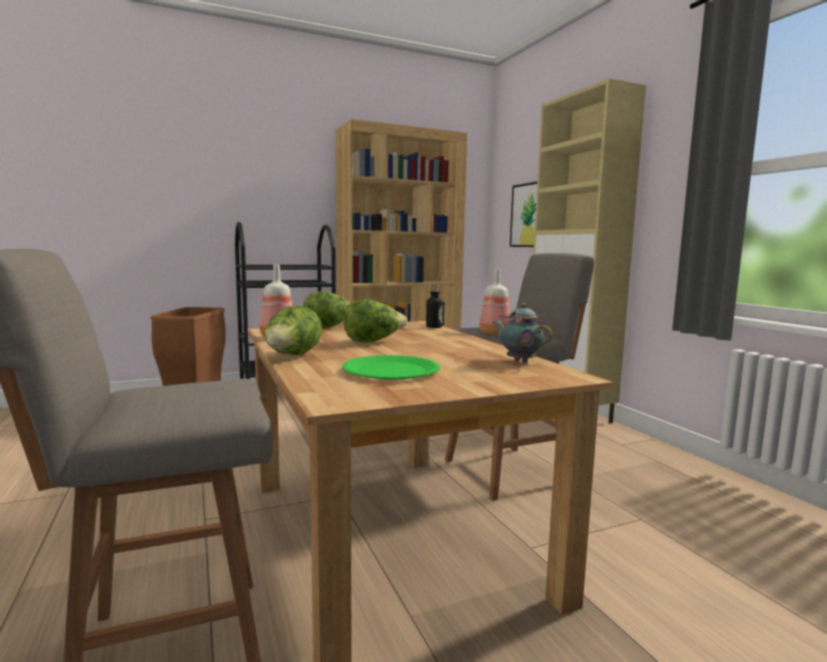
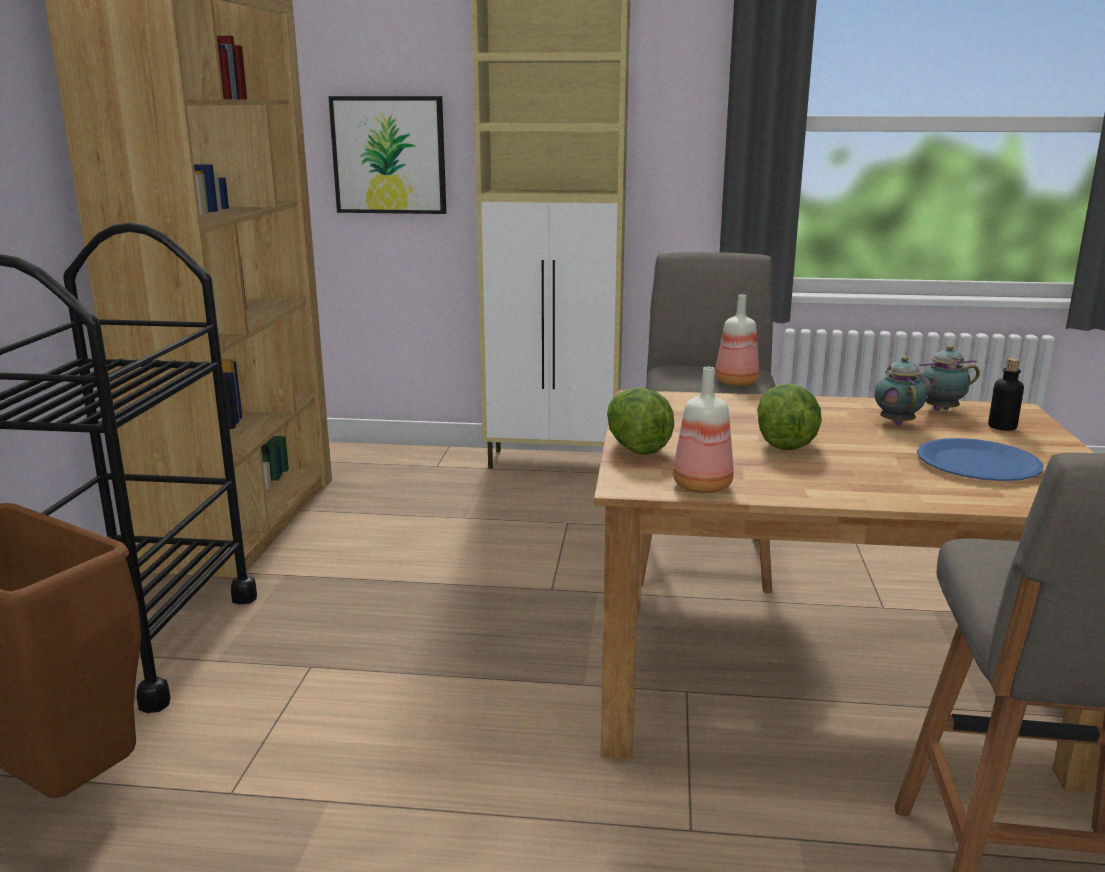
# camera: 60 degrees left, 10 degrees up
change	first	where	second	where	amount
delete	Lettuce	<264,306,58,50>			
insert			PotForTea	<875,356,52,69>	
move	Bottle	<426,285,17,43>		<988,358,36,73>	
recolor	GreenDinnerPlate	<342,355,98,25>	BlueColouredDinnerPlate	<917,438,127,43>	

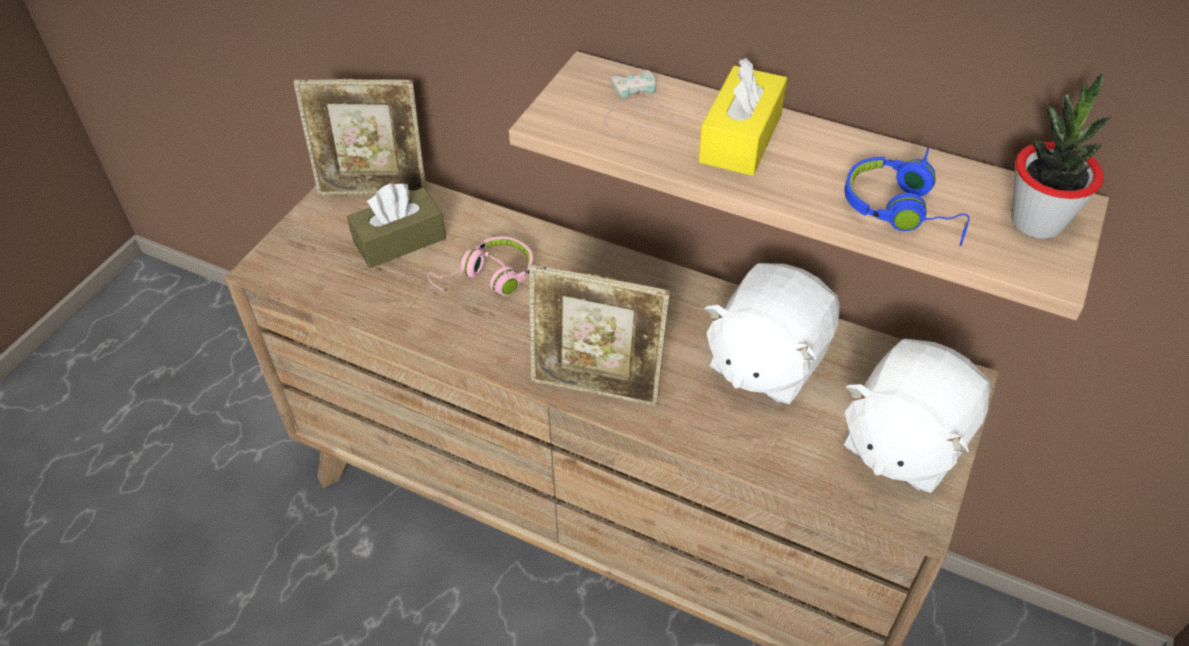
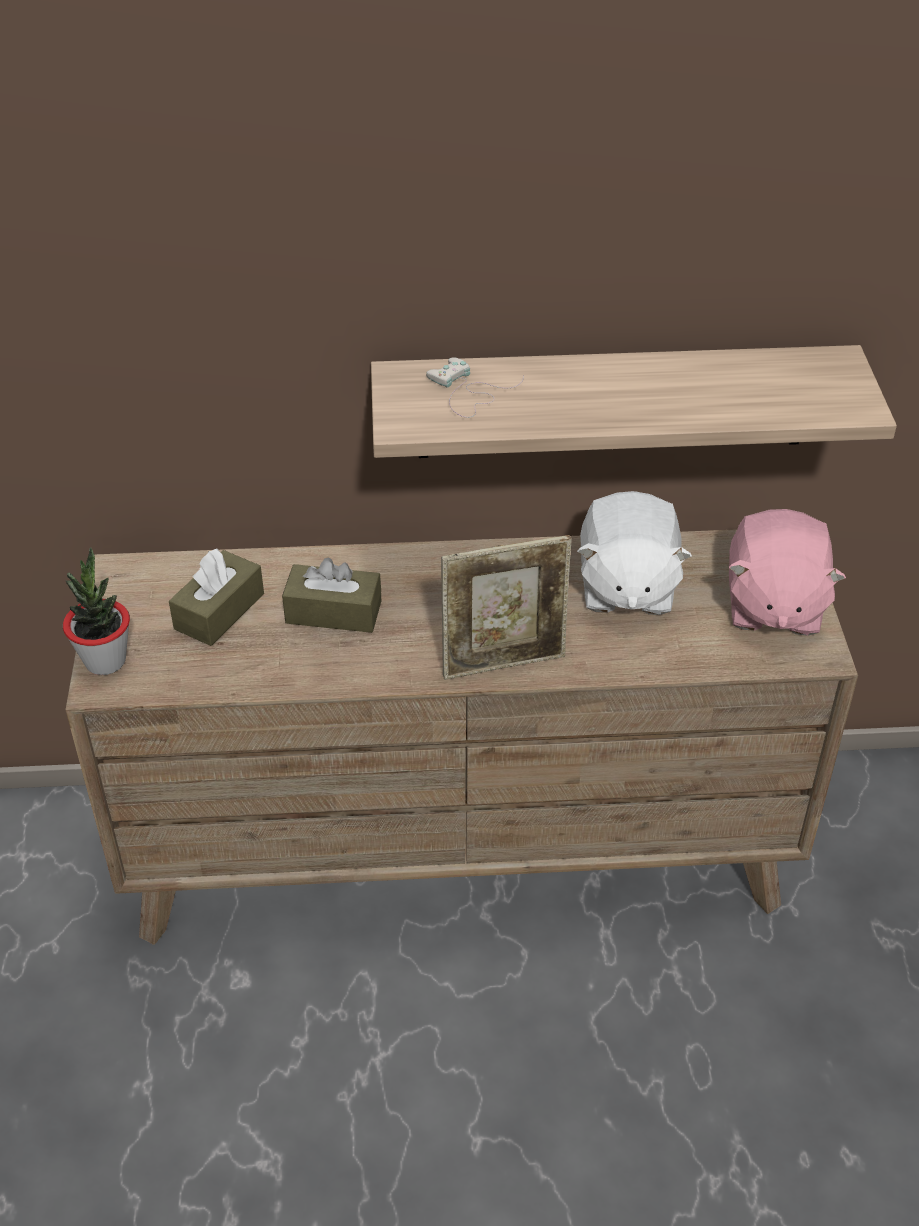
# camera: 30 degrees left, 5 degrees down
change	first	where	second	where	amount
delete	StandingFrame	<294,79,133,116>			
delete	YellowColouredTissueBox	<699,58,88,118>			
delete	BlueColouredPairOfHeadphones	<844,148,126,98>			
move	PlantInAPot	<1011,72,100,167>		<63,548,67,127>	
replace	PinkPairOfHeadphones	<427,236,107,60>	BrownishTissueBox	<282,557,99,76>	
recolor	WhitishSoftToy	<843,339,147,154>	PinkSoftToy	<728,509,118,127>	

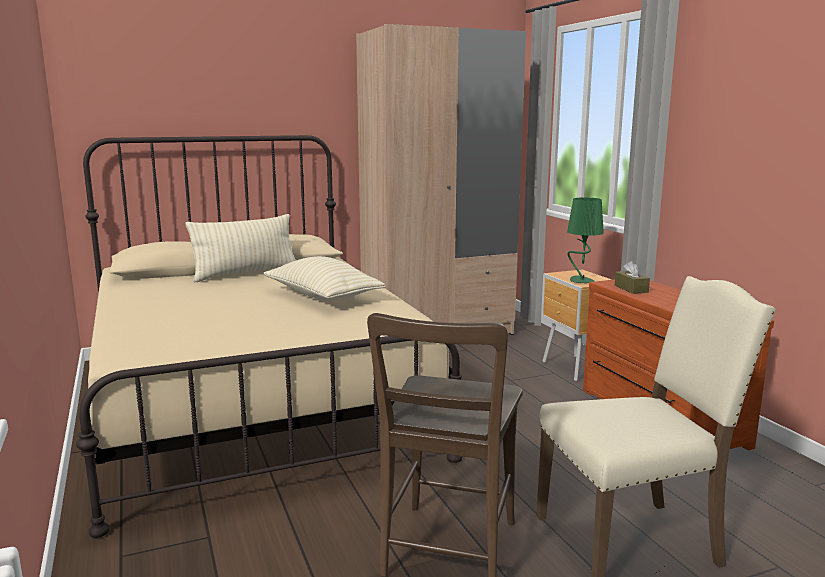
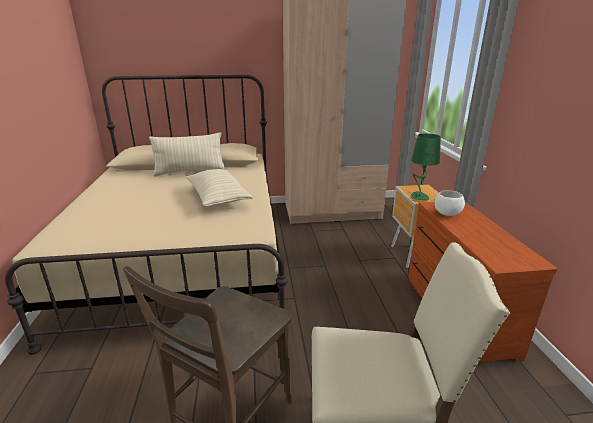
# camera: 15 degrees right, 10 degrees up
change	first	where	second	where	amount
replace	BrownishTissueBox	<615,261,35,33>	WhitishBowl	<434,190,31,26>	

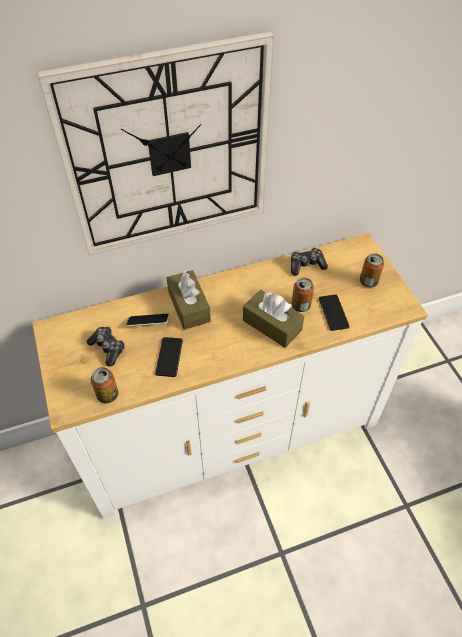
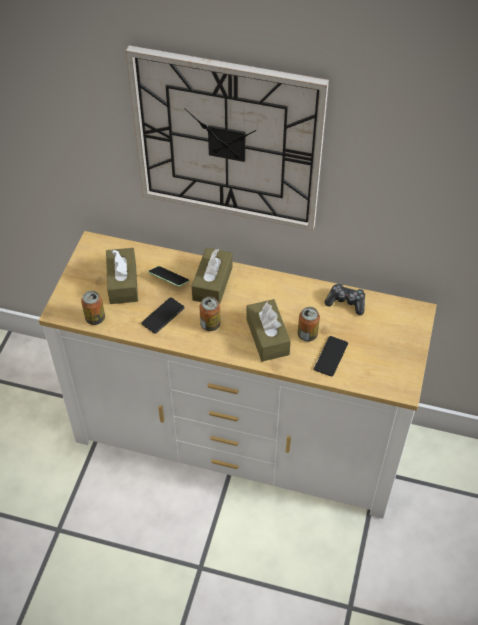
# camera: 35 degrees right, 0 degrees up
change	first	where	second	where	amount
move	MetalCan	<360,253,24,34>		<200,297,20,34>	
replace	GameController	<87,327,38,40>	BrownishTissueBox	<106,248,32,56>	

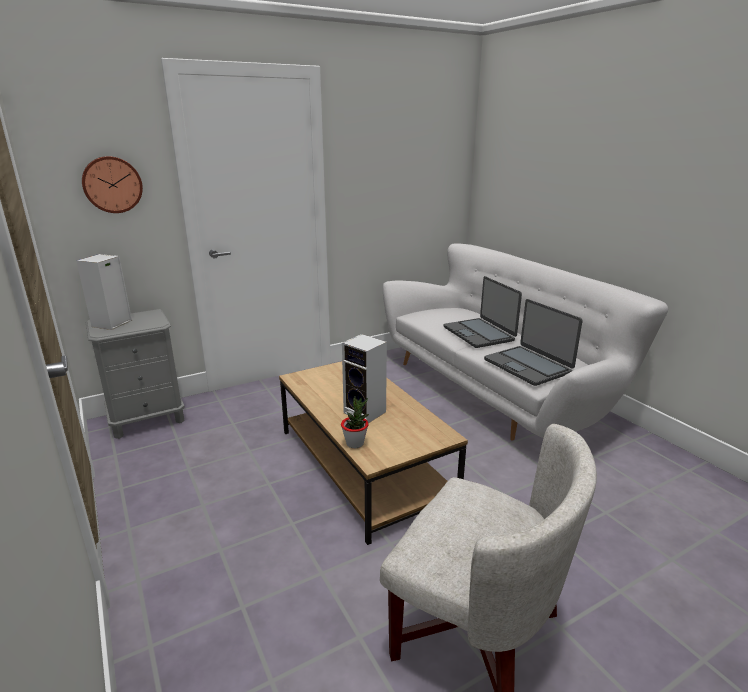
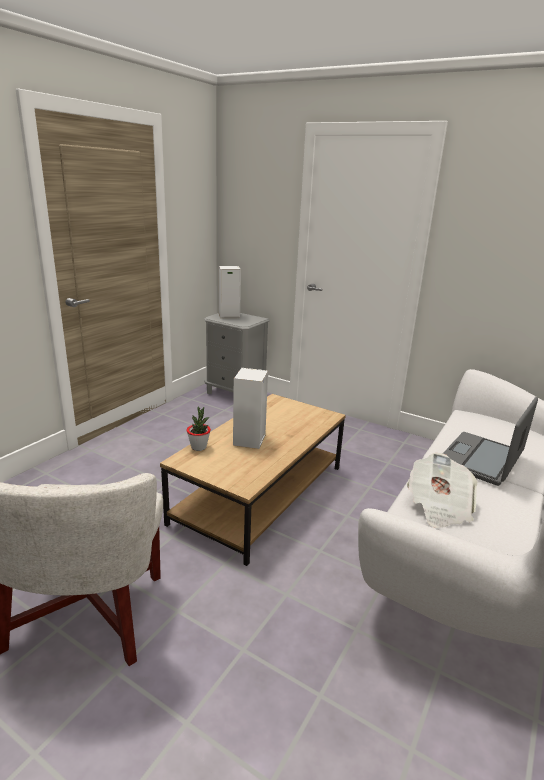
# camera: 60 degrees right, 0 degrees up
change	first	where	second	where	amount
delete	HangingClock	<82,156,61,57>			
replace	NotebookComputer	<484,299,99,87>	PrintedPaper	<407,453,70,75>	

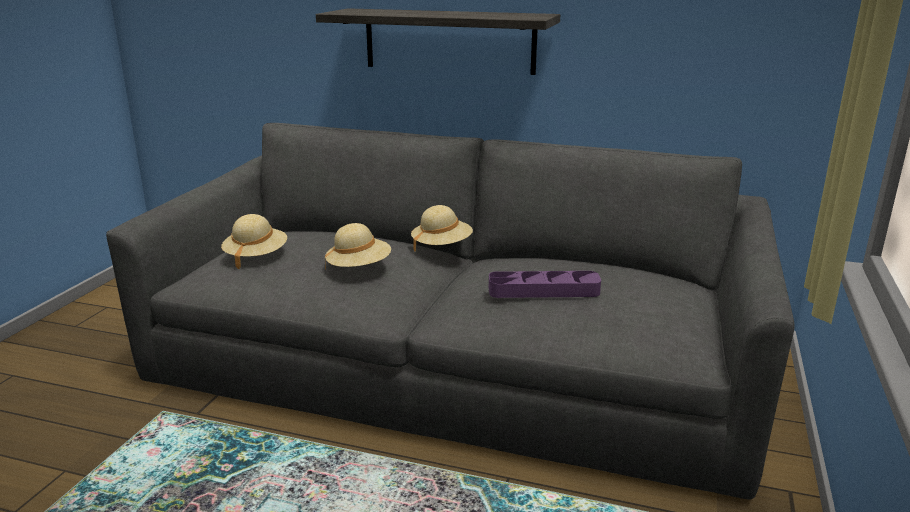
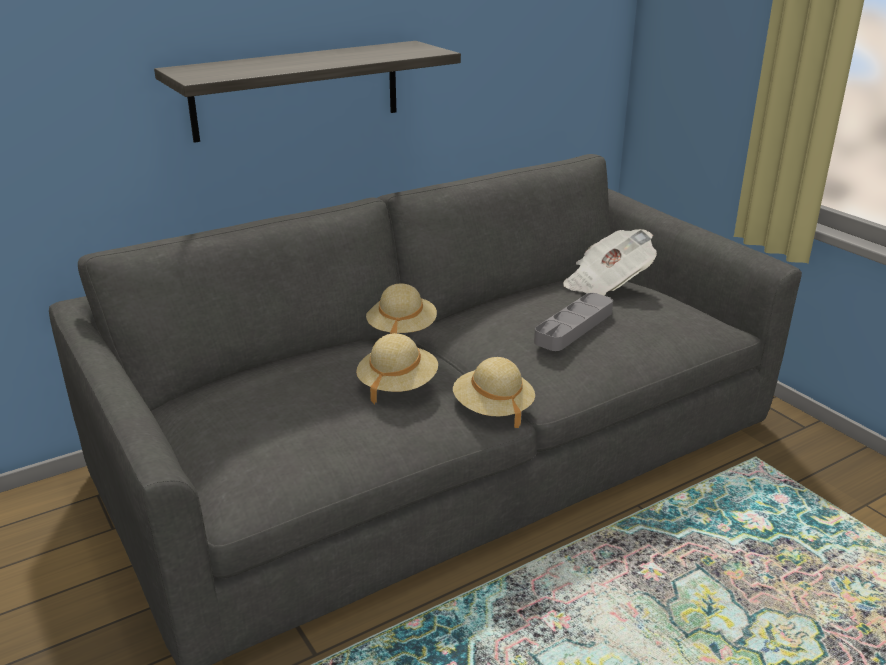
# camera: 50 degrees left, 5 degrees up
change	first	where	second	where	amount
insert			PrintedPaper	<563,229,94,66>	
move	BeigeClothingHat	<221,214,66,55>		<453,357,82,71>	
recolor	PurplishCarryingTray	<489,271,112,27>	GreyCarryingTray	<534,293,79,58>	

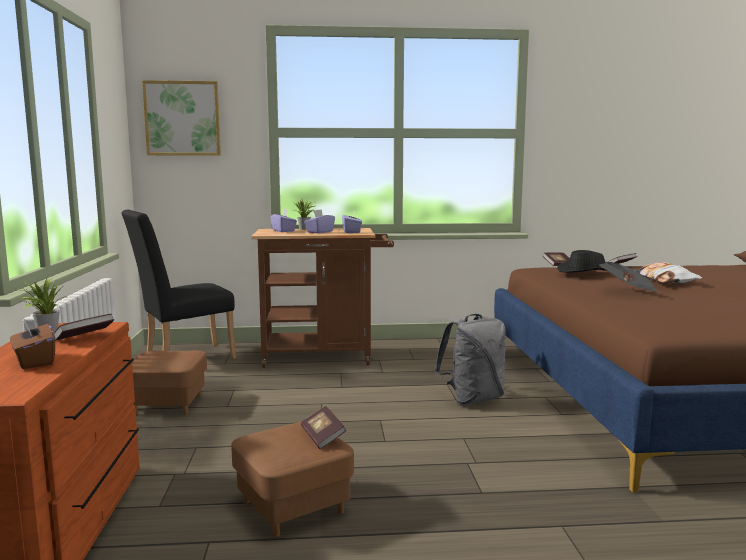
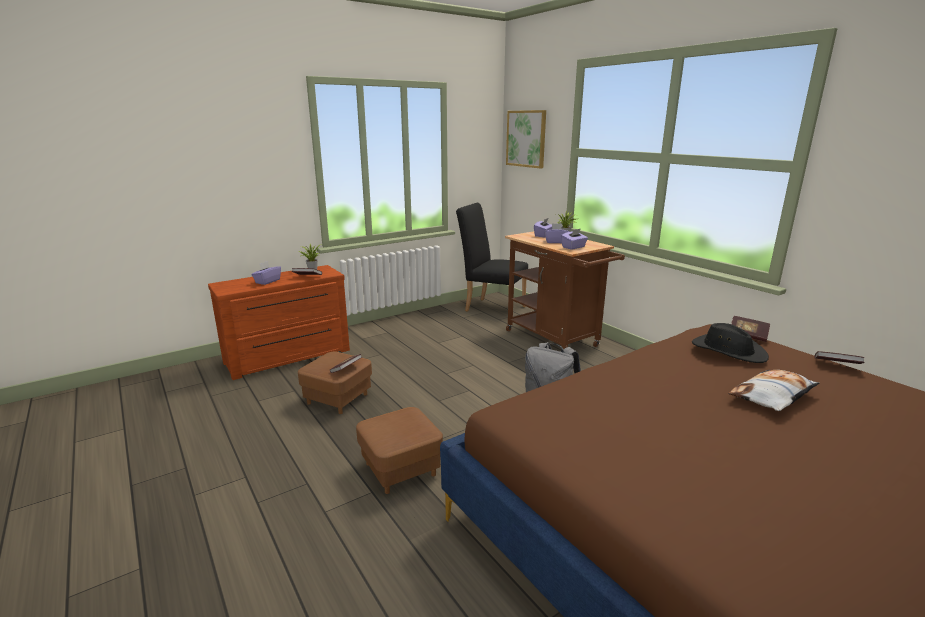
# camera: 60 degrees right, 10 degrees up
change	first	where	second	where	amount
delete	PrintedPaper	<599,262,59,29>			
move	BrownishOttoman	<132,351,75,64>		<356,407,87,87>	
recolor	BrownishTissueBox	<10,317,45,52>	PurplishTissueBox	<251,261,30,24>	

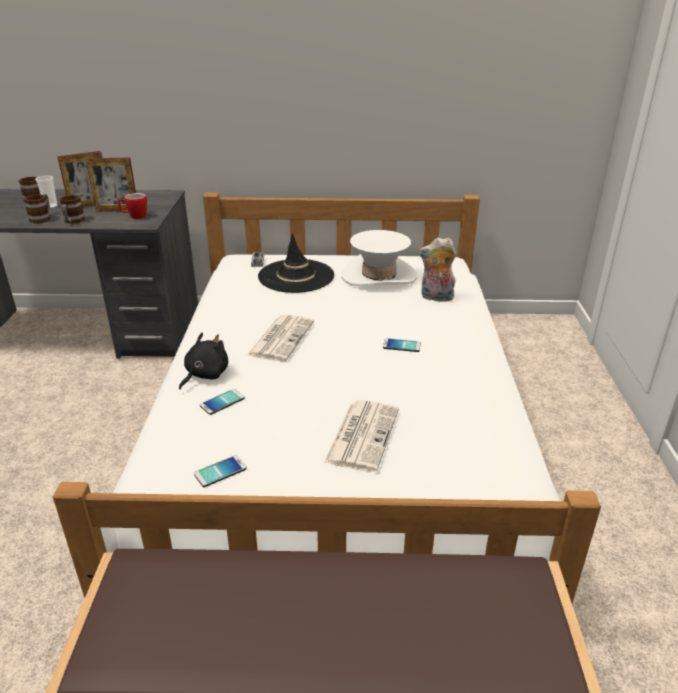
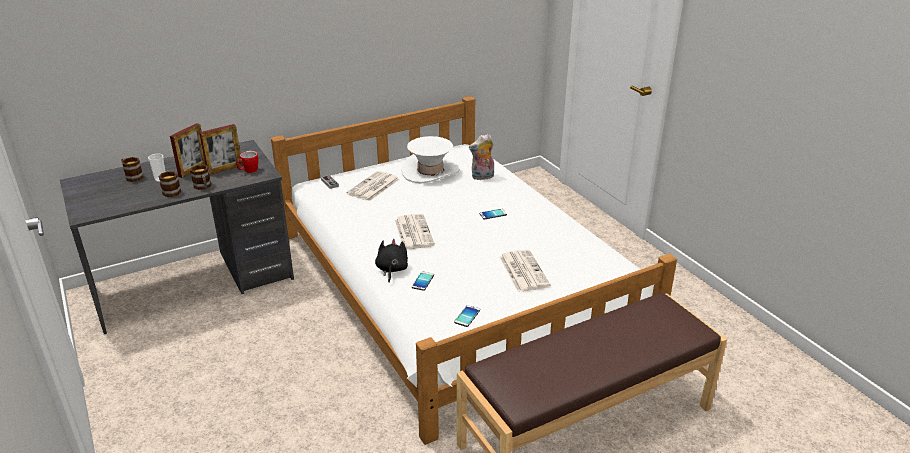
# camera: 30 degrees left, 0 degrees up
change	first	where	second	where	amount
replace	BlackColouredClothingHat	<258,233,76,60>	PrintedPaper	<347,171,52,31>	

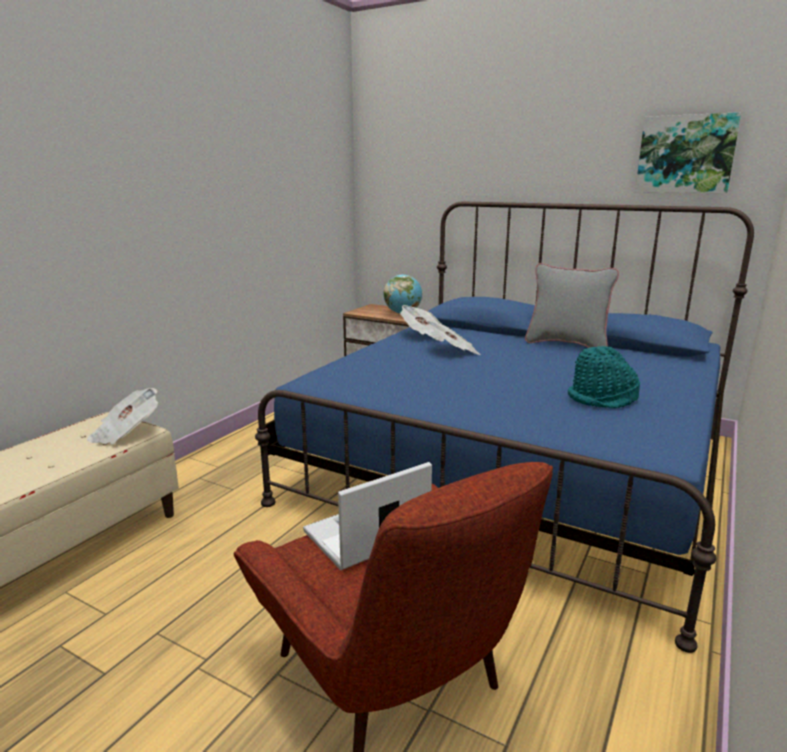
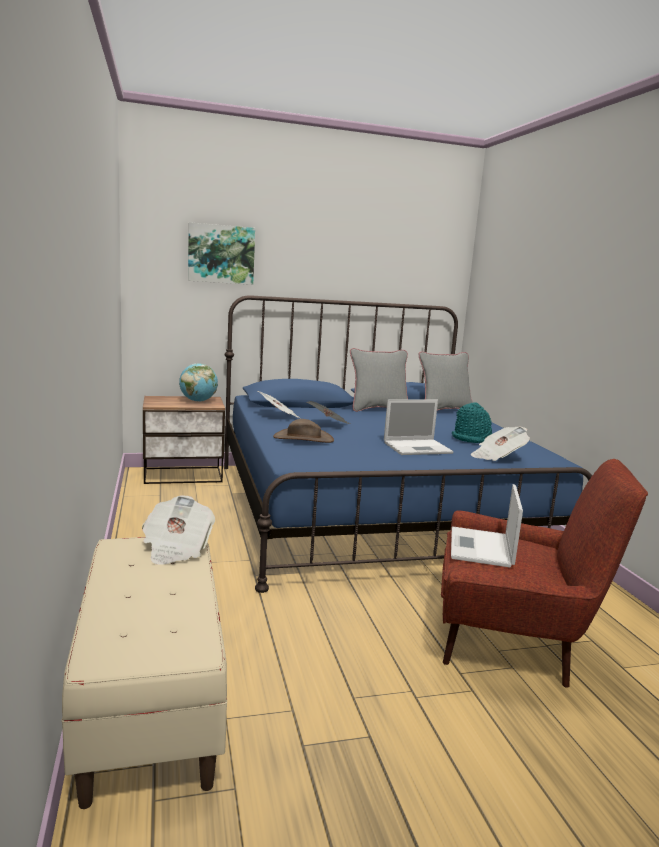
# camera: 45 degrees left, 5 degrees down
change	first	where	second	where	amount
insert			BrownishClothingHat	<273,419,61,24>	
insert			NotebookComputer	<384,399,69,56>	
insert			GreyThrowPillow	<419,351,54,60>	
insert			PrintedPaper	<471,427,59,34>	
move	Picture	<635,112,106,81>		<188,222,67,63>	

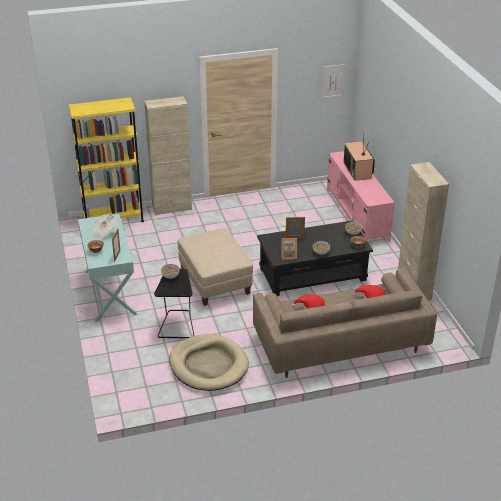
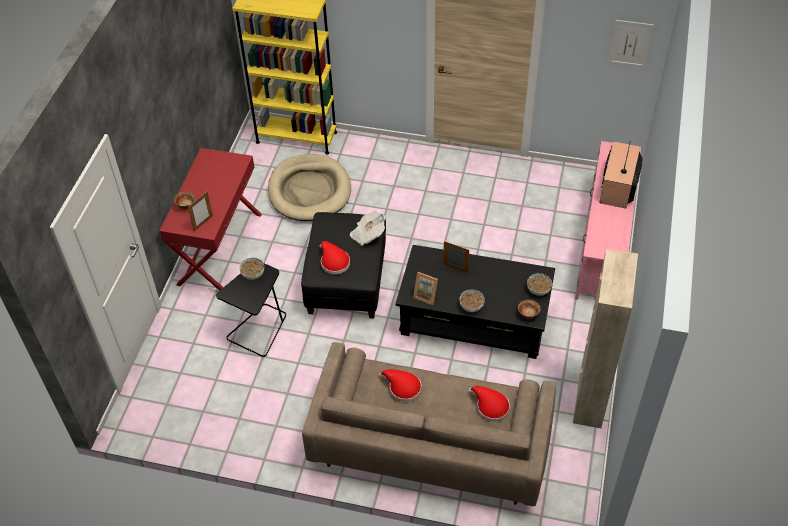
# camera: 30 degrees right, 15 degrees up
change	first	where	second	where	amount
delete	BeigeCabinet	<144,96,48,120>			
insert			ReddishClothingHat	<320,241,30,33>	
move	PrintedPaper	<91,214,26,25>		<350,211,36,34>	
move	BeigeDogCushion	<169,334,80,57>		<268,154,83,67>	
recolor	TurquoiseColouredHallTable	<78,214,60,108>	ReddishHallTable	<159,148,103,143>	
recolor	BeigeOttoman	<178,228,75,78>	BlackColouredOttoman	<301,212,85,106>	

